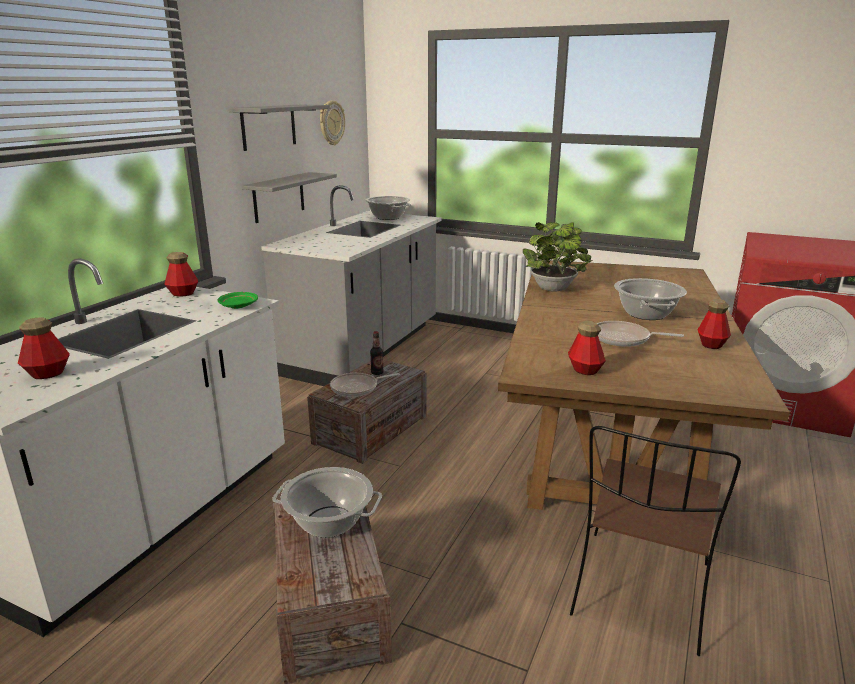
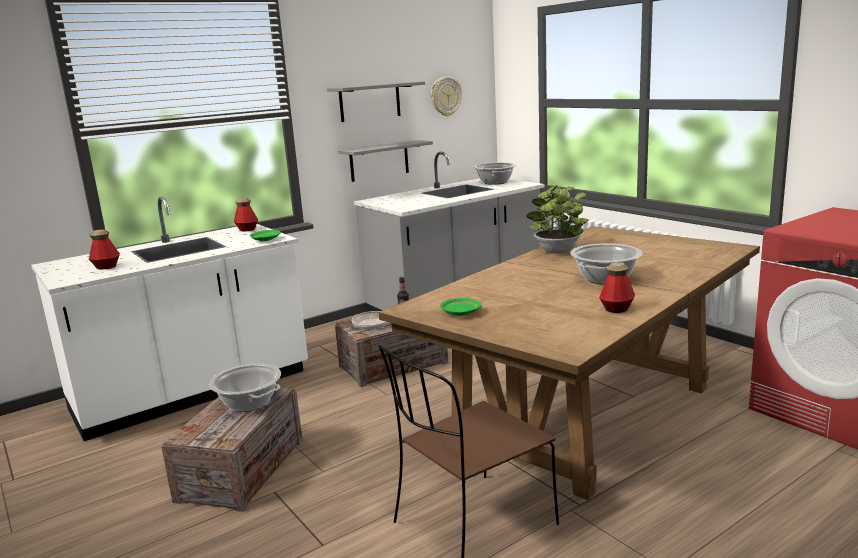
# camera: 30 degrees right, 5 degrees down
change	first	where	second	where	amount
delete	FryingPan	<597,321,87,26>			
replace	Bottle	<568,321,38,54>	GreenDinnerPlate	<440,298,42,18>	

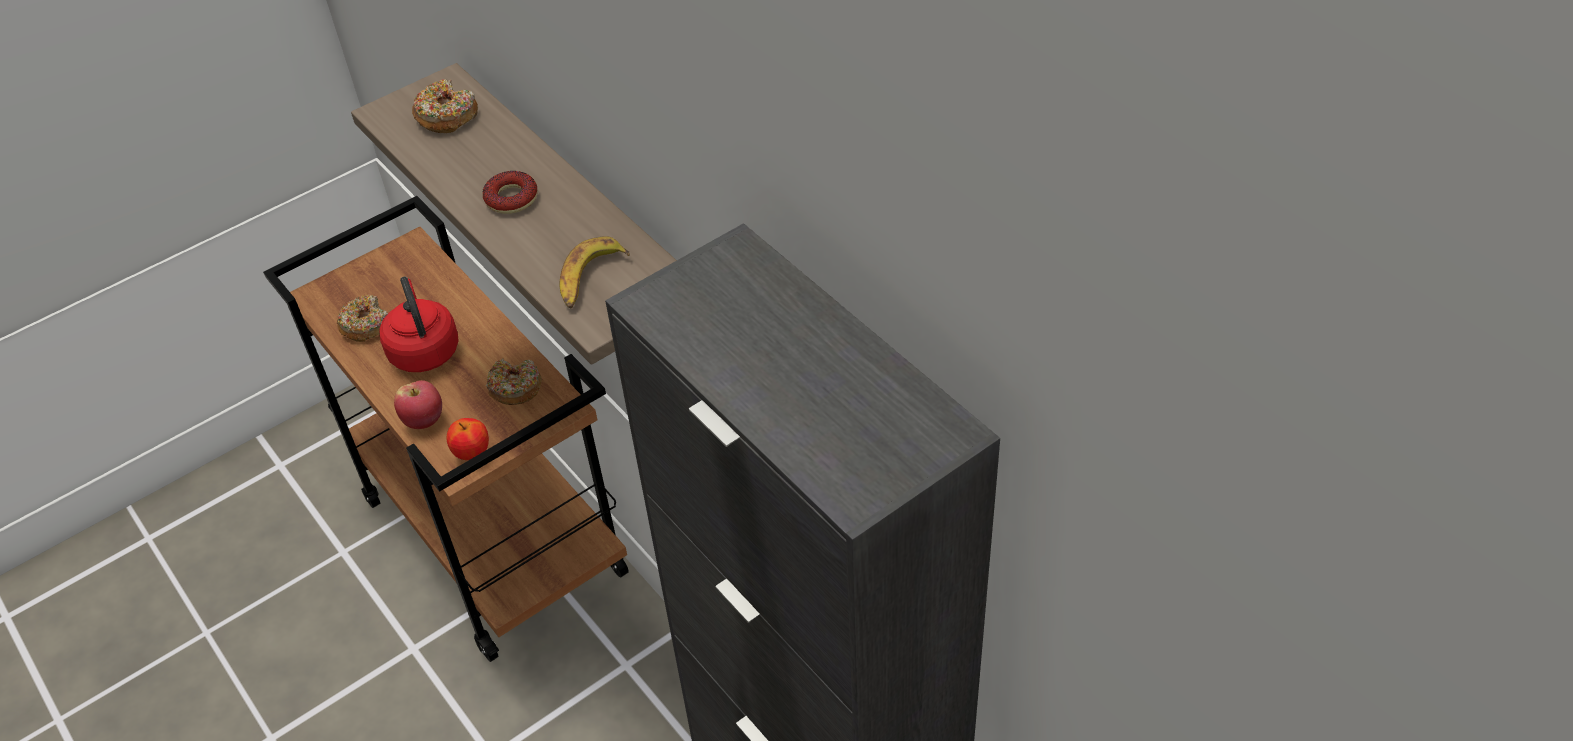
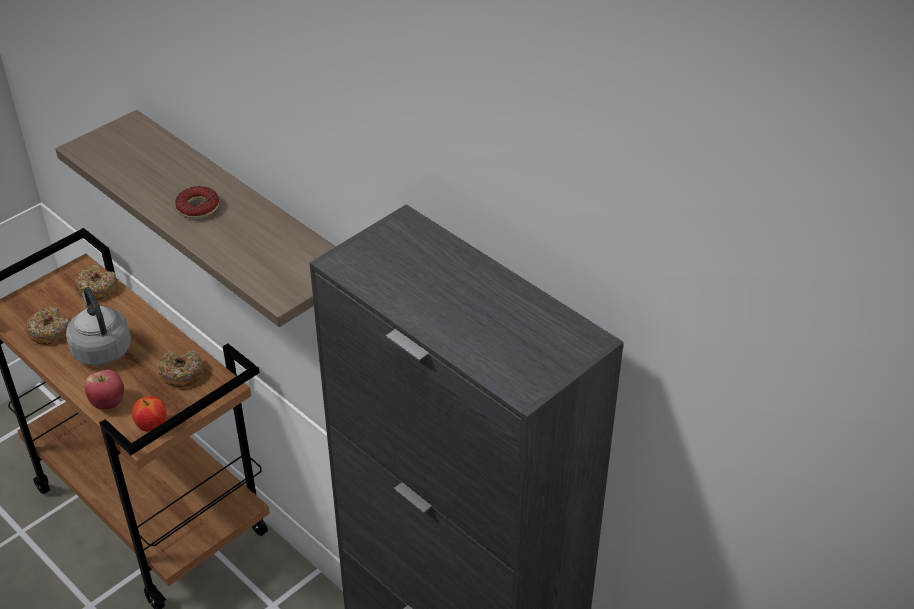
# camera: 10 degrees left, 5 degrees down
change	first	where	second	where	amount
delete	Banana	<560,236,70,72>			
move	RingDoughnut	<412,79,66,54>		<74,265,44,35>	
recolor	ReddishTeaKettle	<380,277,79,95>	GreyTeaKettle	<66,287,65,79>	

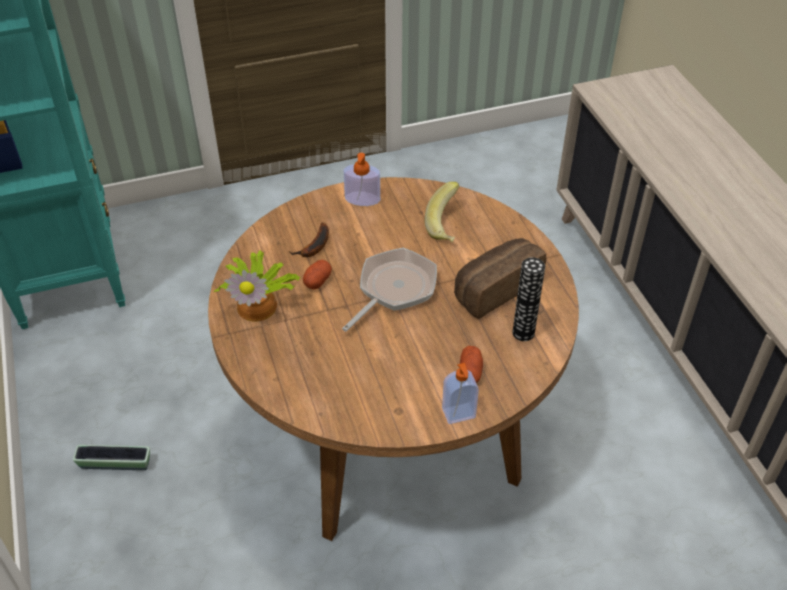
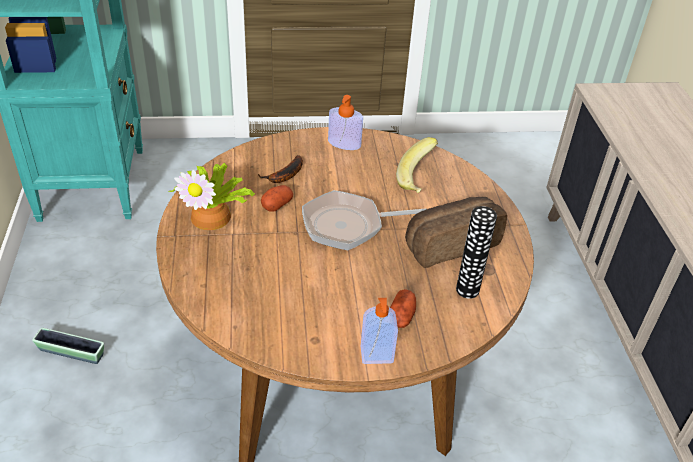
# camera: 10 degrees right, 5 degrees down
change	first	where	second	where	amount
rotate	FryingPan	<342,248,95,84>		<302,190,124,60>	150 degrees counterclockwise

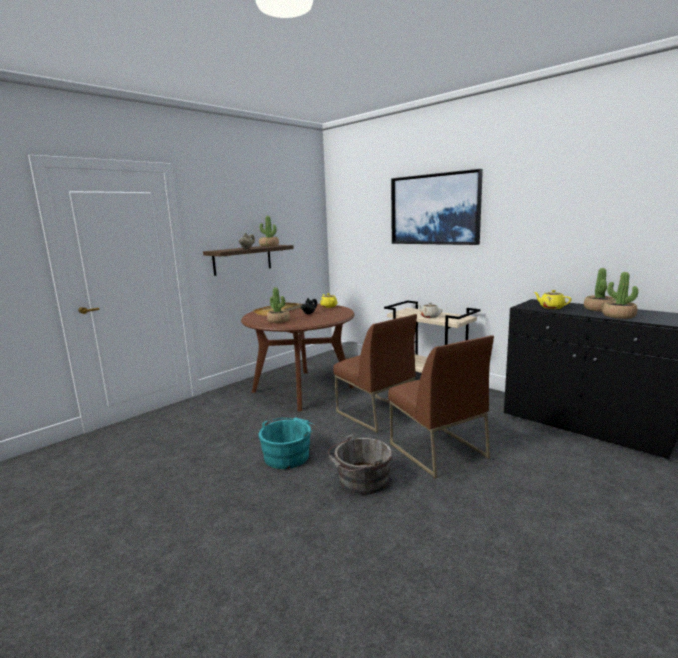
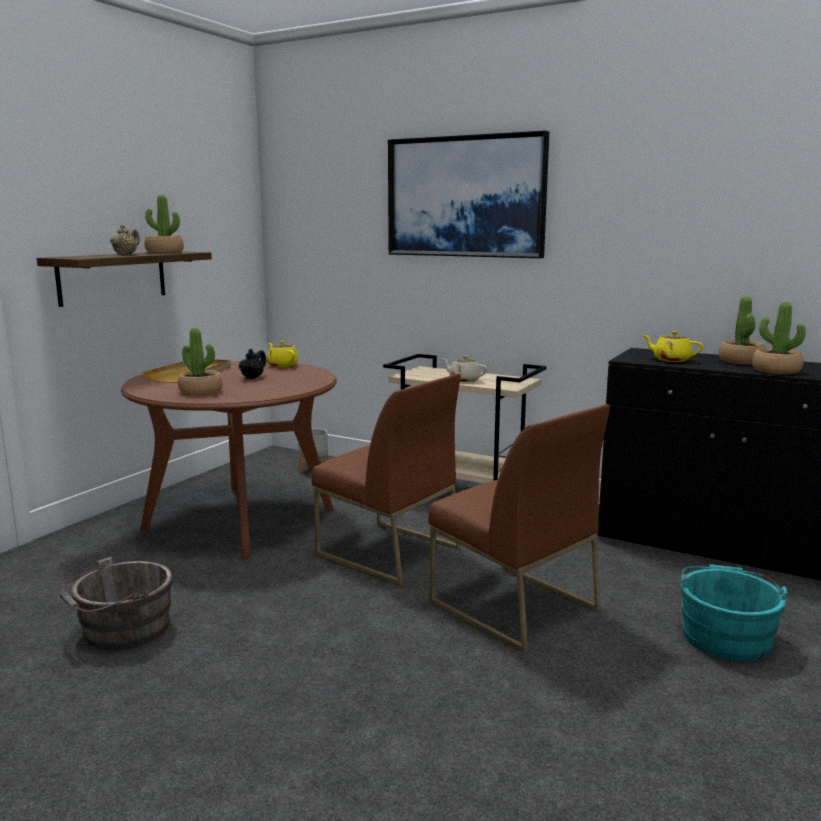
# camera: 15 degrees left, 0 degrees up
change	first	where	second	where	amount
move	TurquoiseColouredBucket	<259,418,57,51>		<679,564,108,97>	
move	GreyBucket	<328,434,64,61>		<60,557,113,93>	

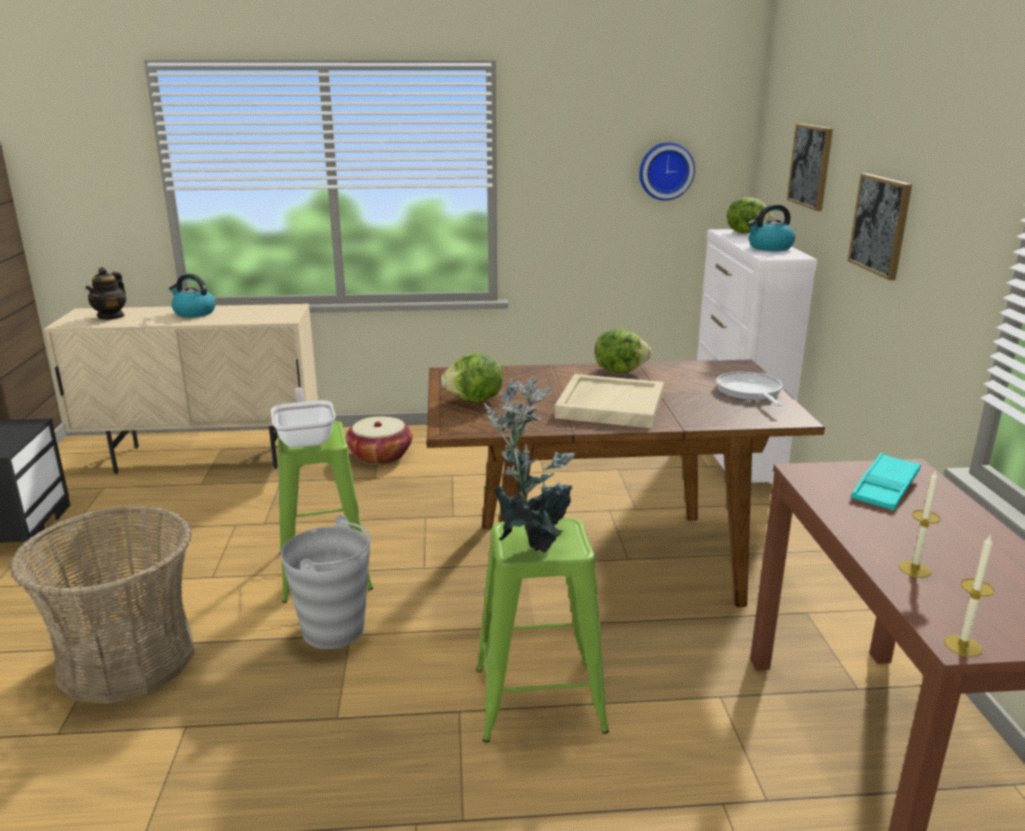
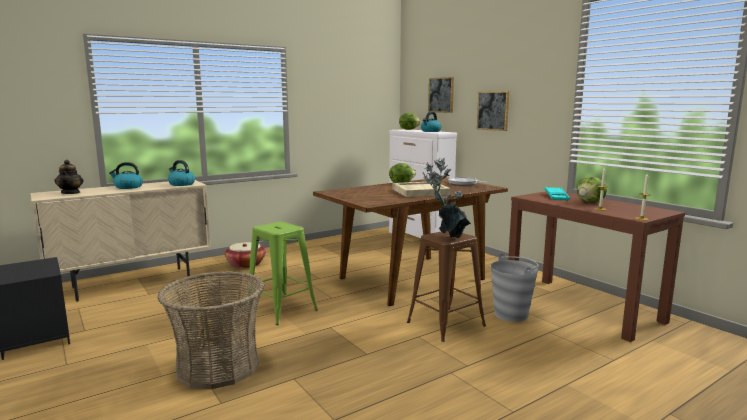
# camera: 30 degrees left, 10 degrees down
change	first	where	second	where	amount
delete	FryingPan	<271,388,65,60>			
delete	HangingClock	<639,142,56,59>			
insert			TeaKettle	<168,160,27,26>	
move	GreyBucket	<281,515,90,134>		<491,254,48,68>	
move	Lettuce	<441,353,62,49>		<577,177,30,25>	
recolor	GreenStoolSeat	<476,518,133,225>	BrownishStoolSeat	<407,231,79,111>	

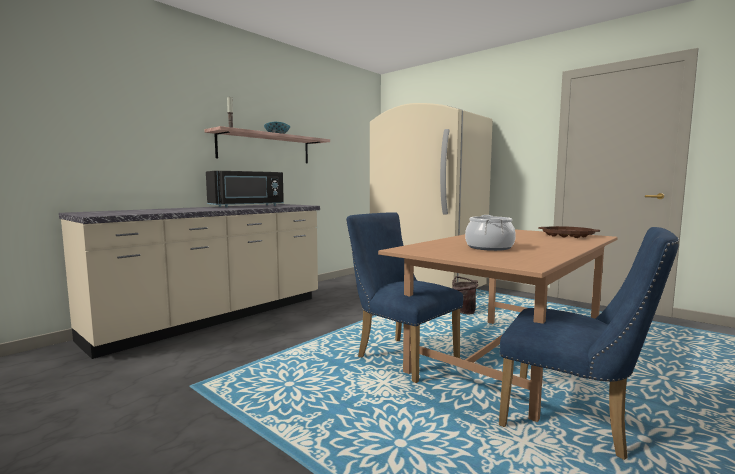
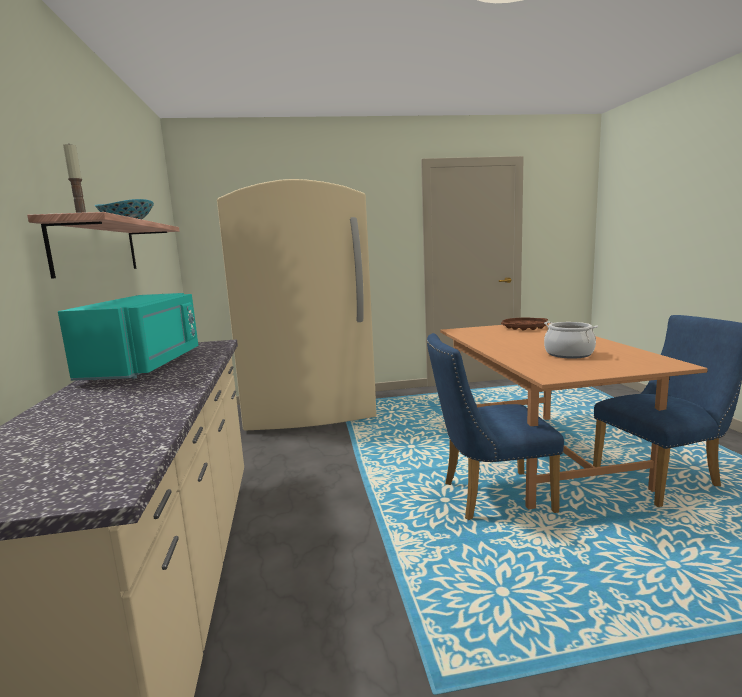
# camera: 50 degrees left, 5 degrees up
change	first	where	second	where	amount
delete	BrownishBucket	<452,276,26,38>			
recolor	BlackColouredMicrowaveOven	<206,171,78,37>	TurquoiseColouredMicrowaveOven	<58,293,140,88>	

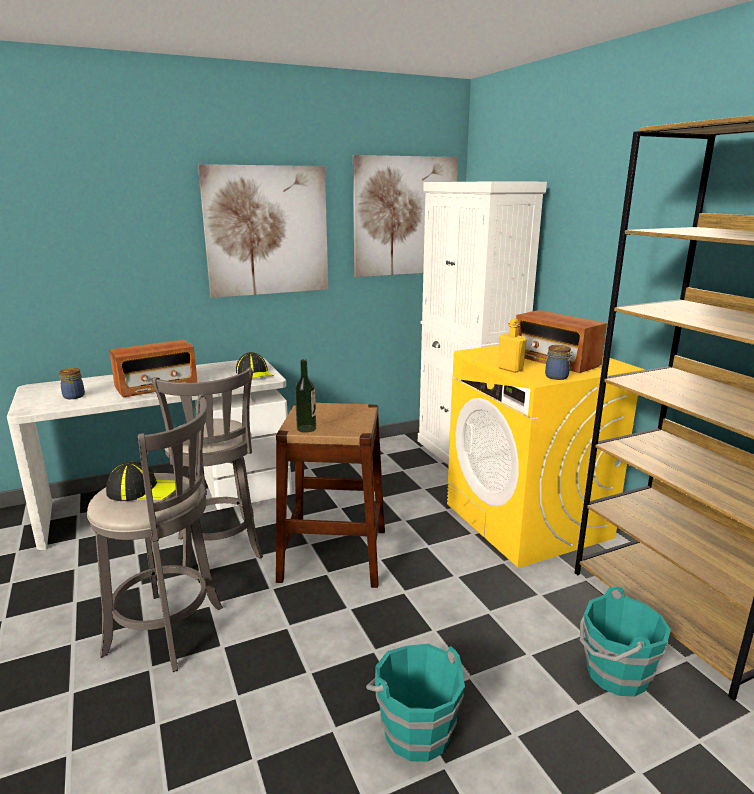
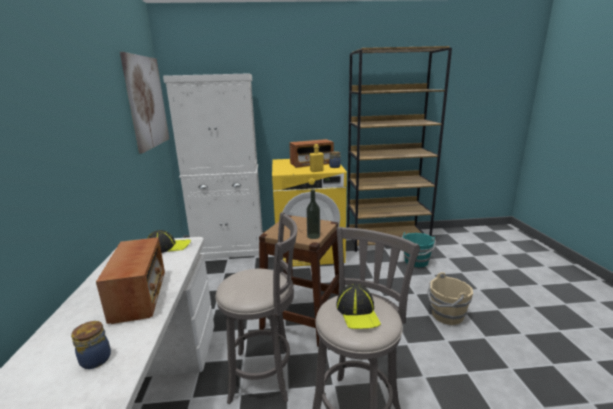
# camera: 70 degrees left, 0 degrees up
change	first	where	second	where	amount
delete	Picture	<198,164,130,134>			
recolor	TurquoiseColouredBucket	<366,644,99,118>	BeigeBucket	<427,272,46,53>	
rotate	Cap	<106,461,70,40>		<336,284,45,45>	150 degrees clockwise

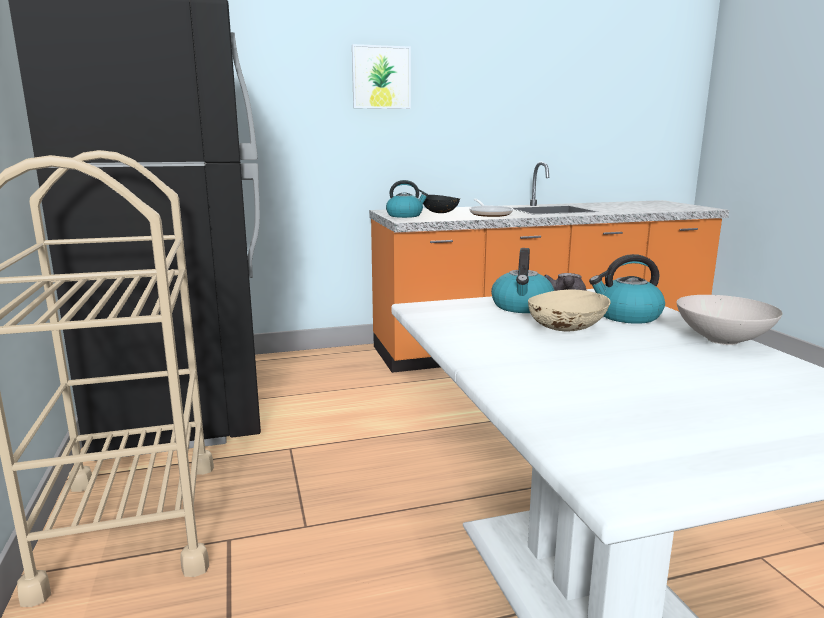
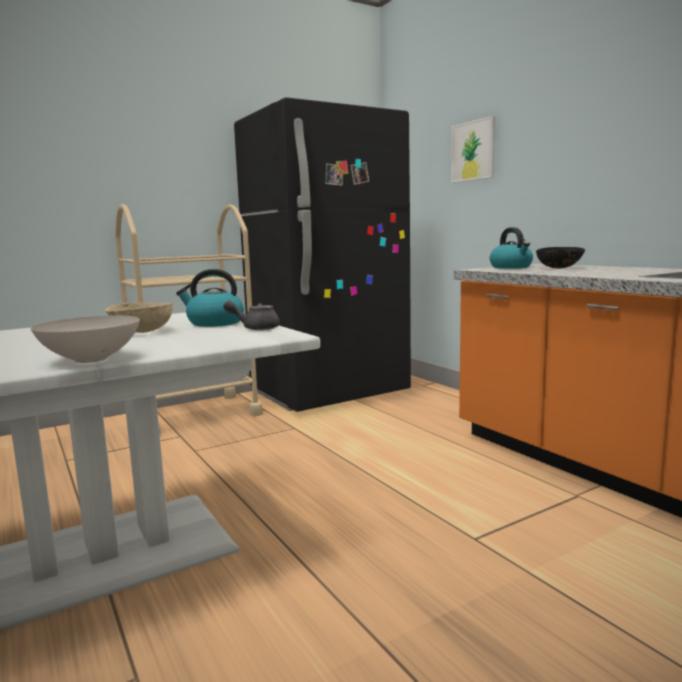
# camera: 75 degrees right, 5 degrees down
change	first	where	second	where	amount
delete	FryingPan	<469,199,44,18>			
delete	TeaKettle	<589,254,76,70>			
move	Picture	<352,44,59,65>		<451,116,45,67>	

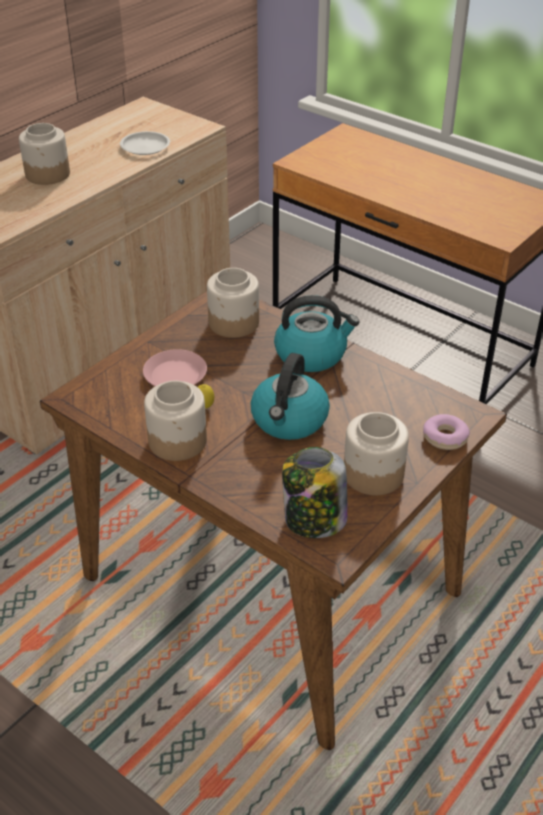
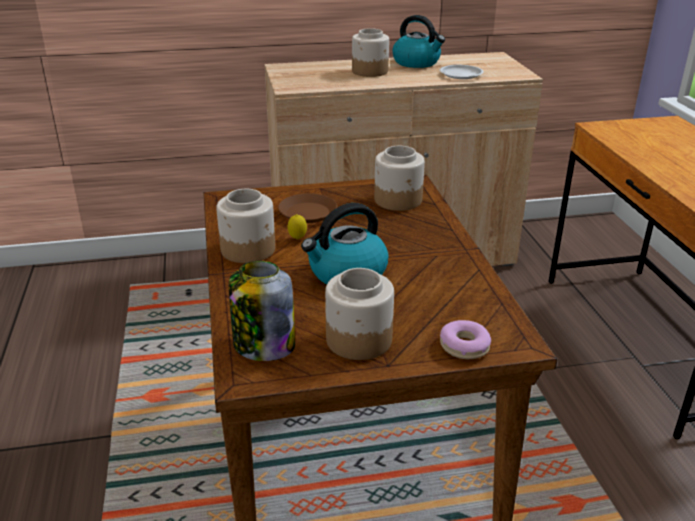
# camera: 40 degrees right, 10 degrees down
change	first	where	second	where	amount
move	TeaKettle	<274,295,85,77>		<392,15,53,53>	
recolor	PinkDinnerPlate	<143,349,64,37>	BrownishDinnerPlate	<278,193,59,30>	

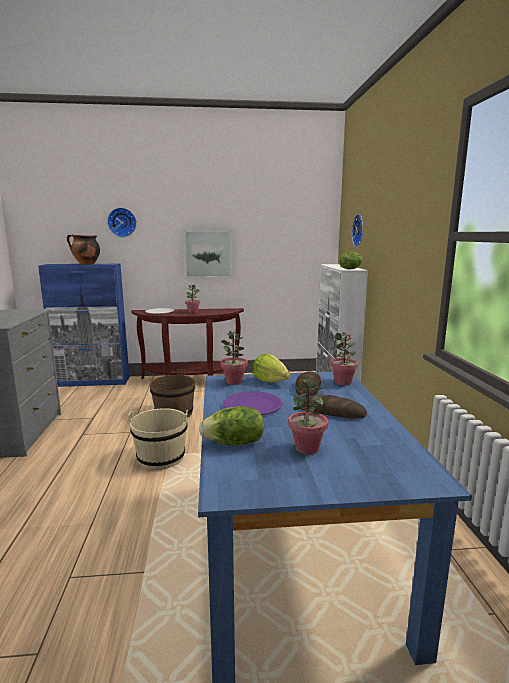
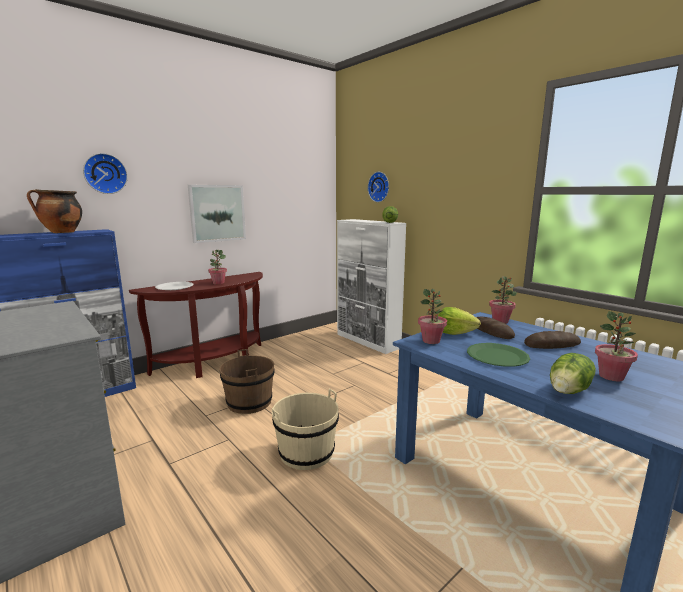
# camera: 35 degrees left, 0 degrees up
change	first	where	second	where	amount
recolor	PurplishDinnerPlate	<223,392,60,23>	GreenDinnerPlate	<467,343,63,24>	

